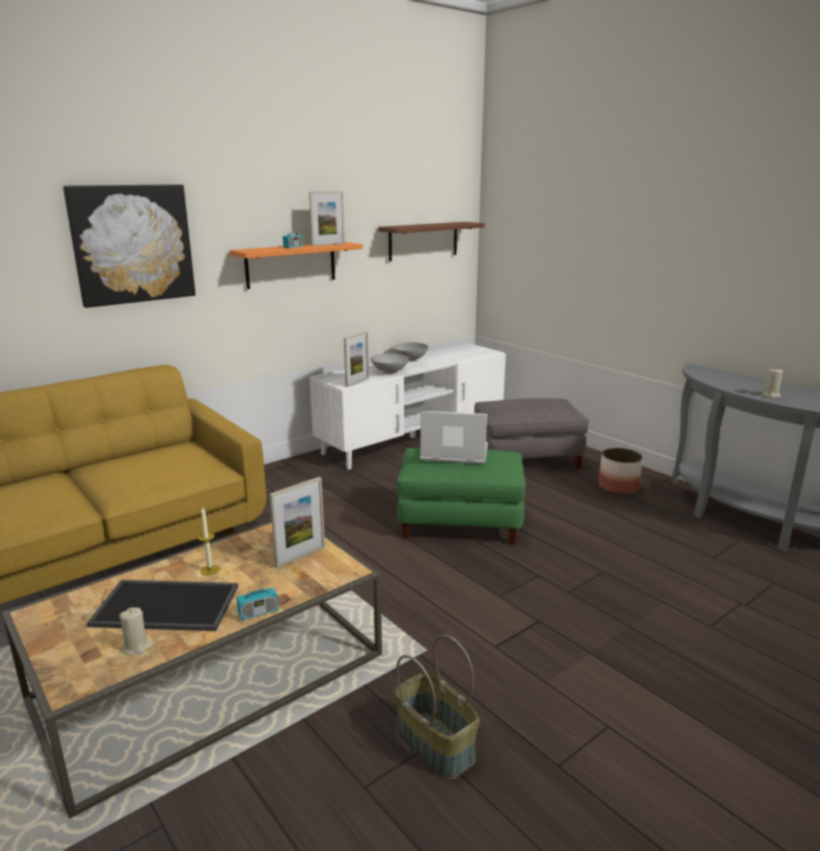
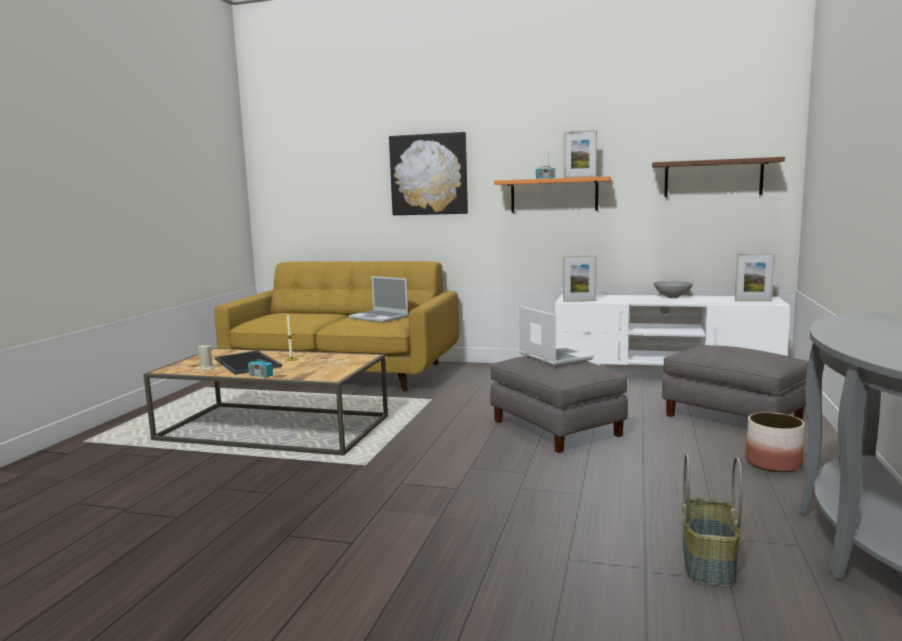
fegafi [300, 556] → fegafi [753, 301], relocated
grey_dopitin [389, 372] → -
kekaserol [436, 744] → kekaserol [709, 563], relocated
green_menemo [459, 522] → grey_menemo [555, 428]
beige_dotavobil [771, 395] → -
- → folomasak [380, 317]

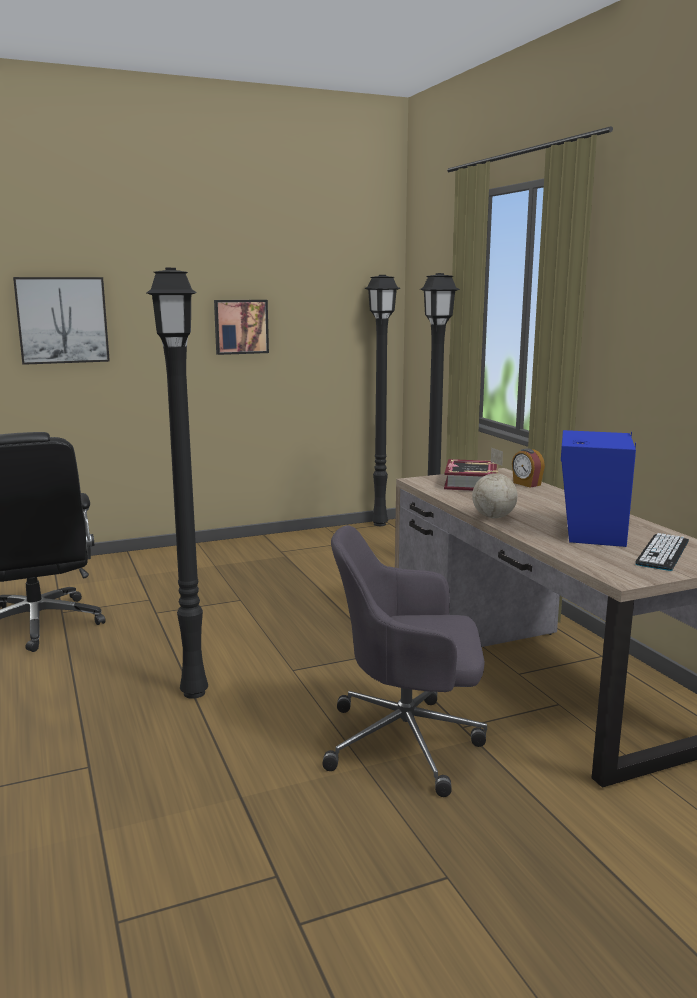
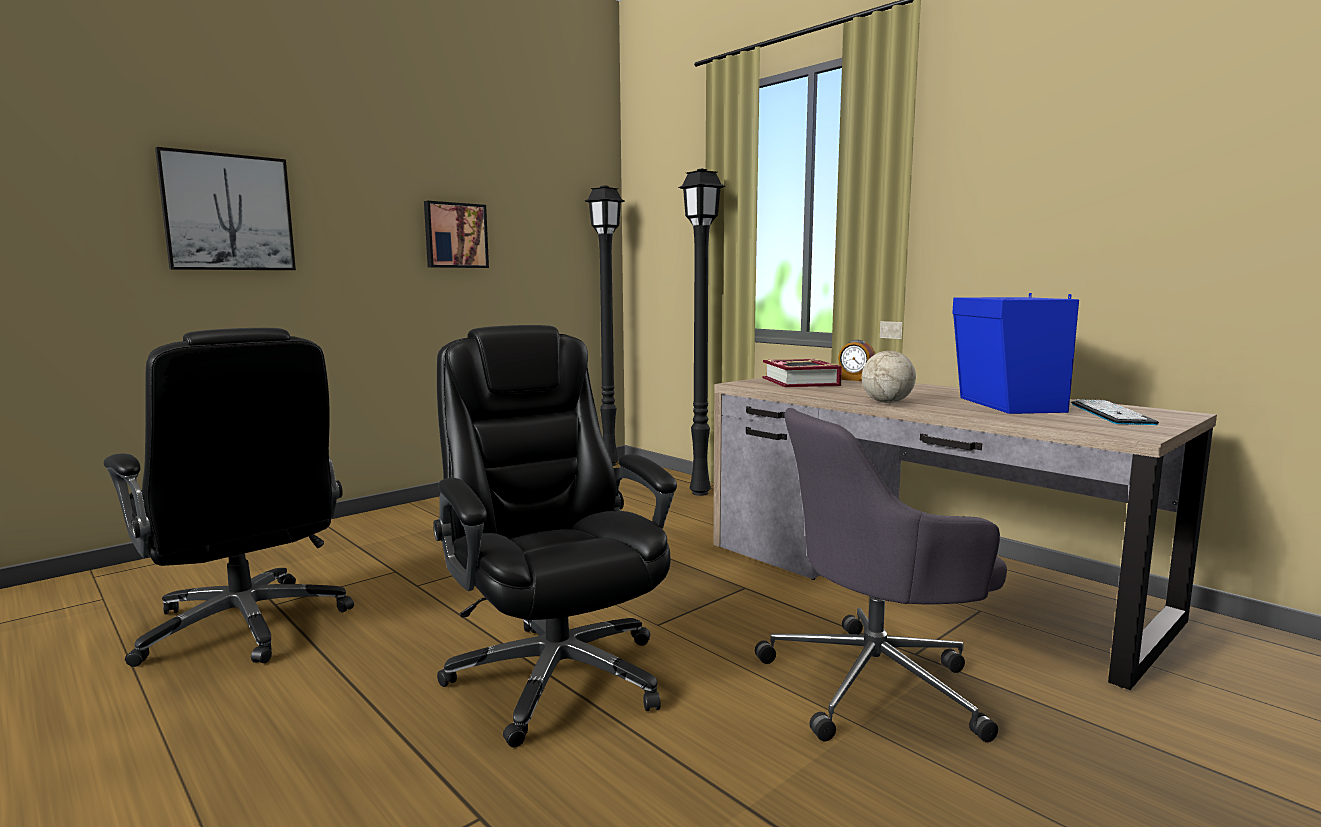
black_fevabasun [196, 692] → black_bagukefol [556, 674]

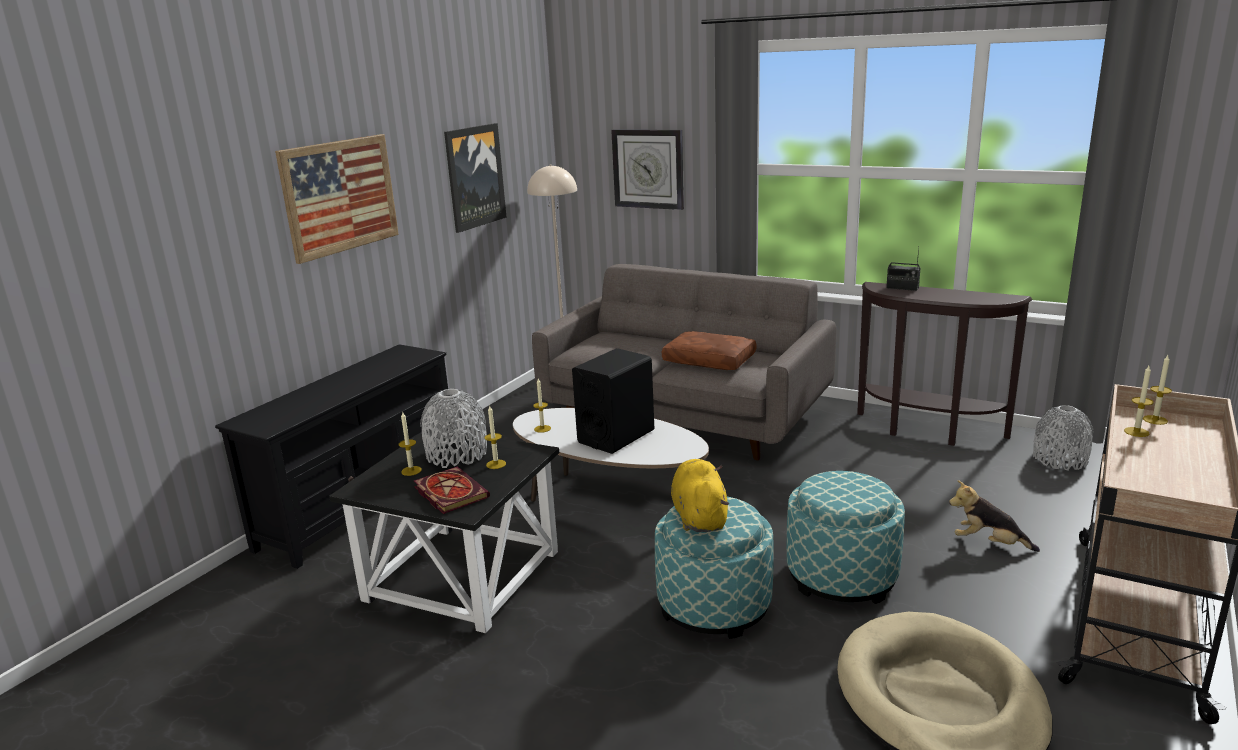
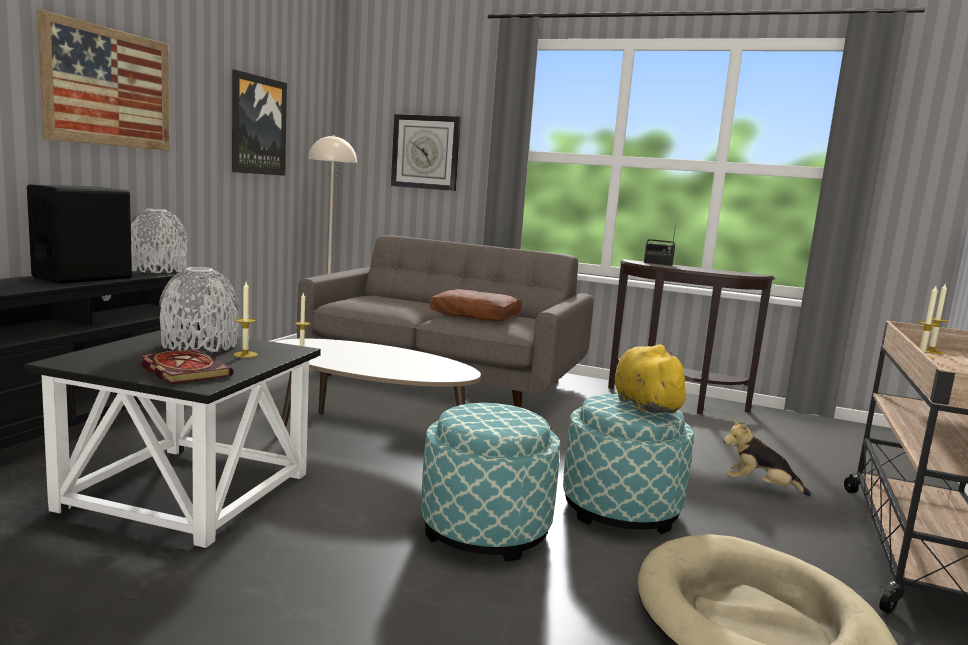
dotavobil [411, 471] → -
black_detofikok [616, 436] → black_detofikok [83, 277], relocated
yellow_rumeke [699, 517] → yellow_rumeke [645, 405], relocated
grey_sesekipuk [1060, 459] → grey_sesekipuk [157, 269], relocated

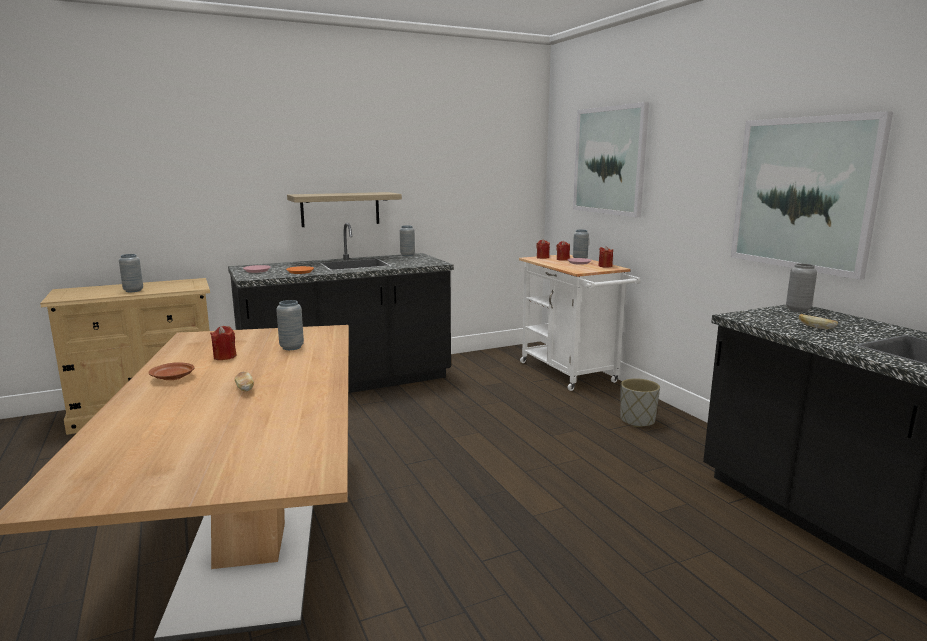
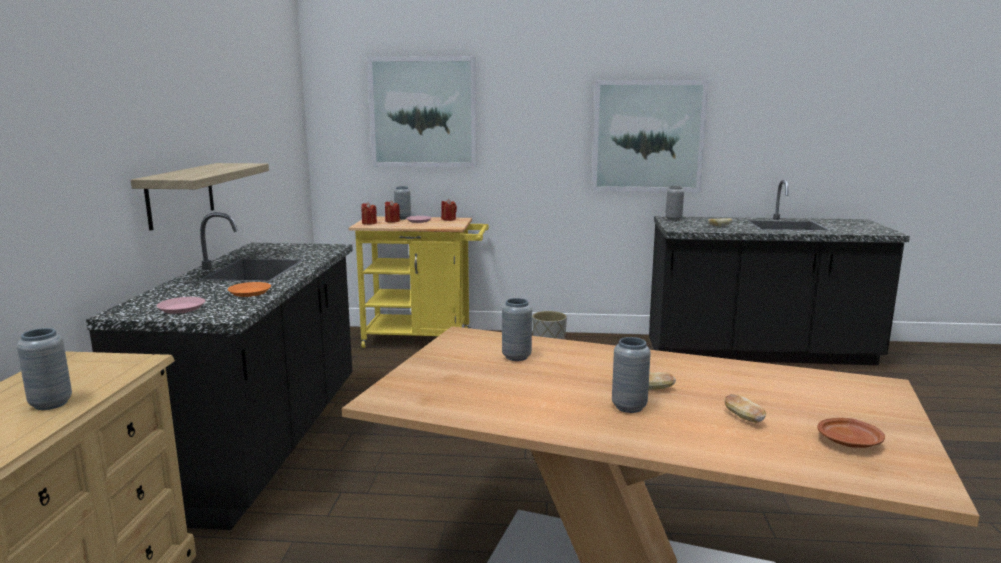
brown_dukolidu [173, 378] → brown_dukolidu [849, 442], relocated
red_dotavobil [225, 357] → -
grey_sesekipuk [407, 255] → grey_sesekipuk [629, 407], relocated
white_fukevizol [571, 374] → yellow_fukevizol [424, 339]
- → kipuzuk [743, 418]

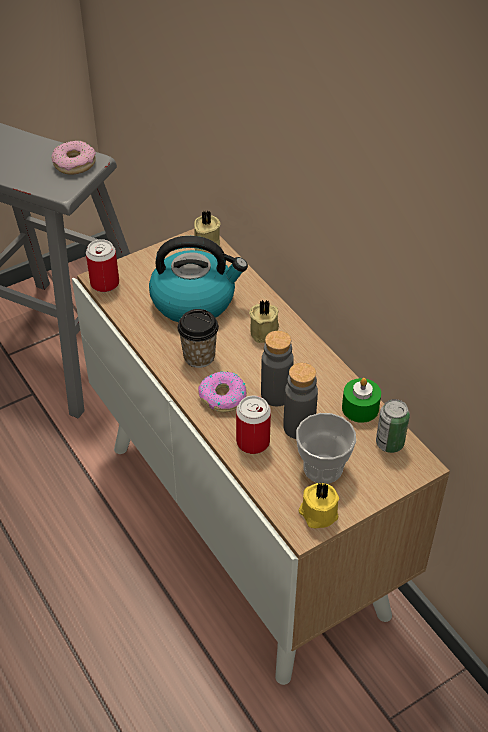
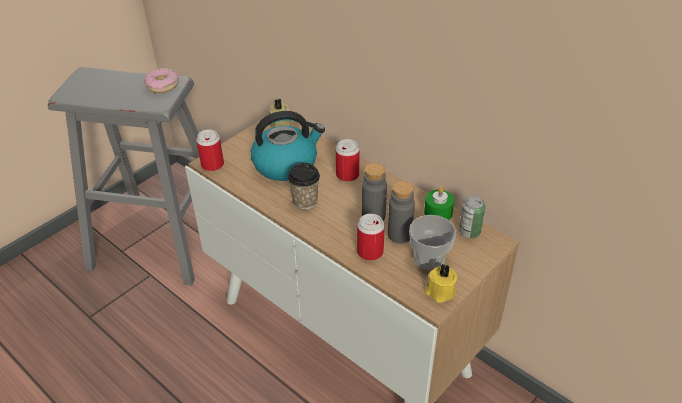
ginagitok [223, 397] → -
beige_dotavobil [265, 332] → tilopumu [347, 175]

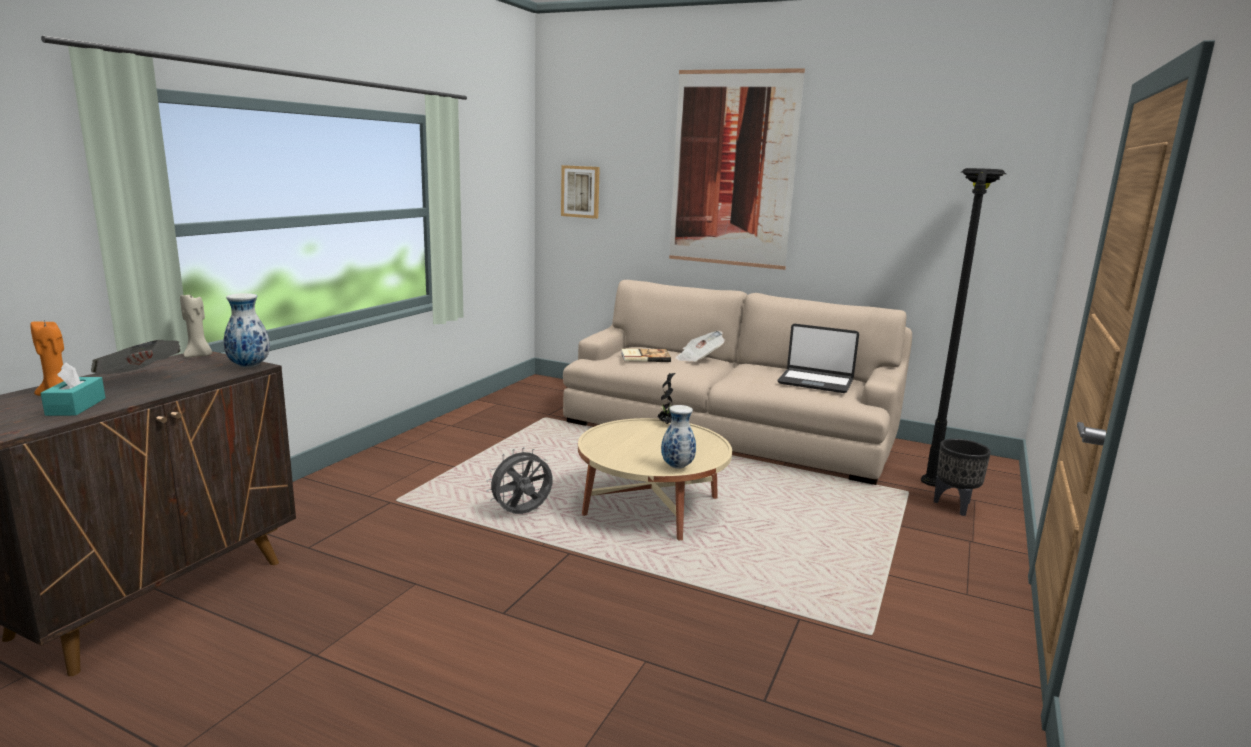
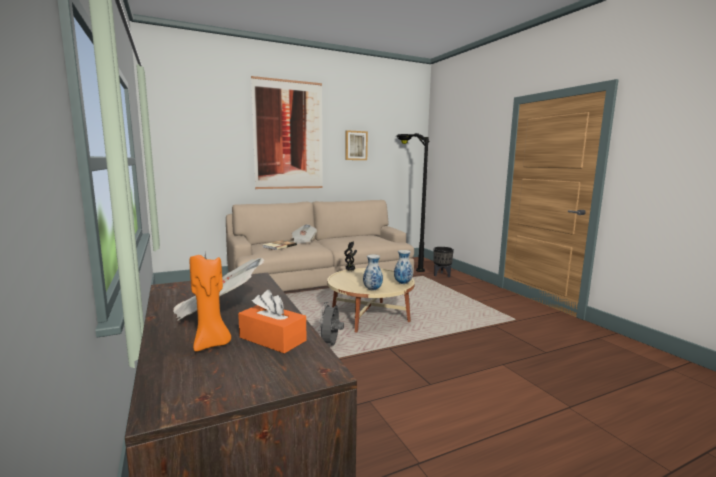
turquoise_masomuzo [76, 406] → orange_masomuzo [272, 339]
beige_dotavobil [199, 356] → -
sesekipuk [250, 366] → sesekipuk [372, 289], relocated
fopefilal [580, 191] → fopefilal [356, 145], relocated
folomasak [815, 382] → -

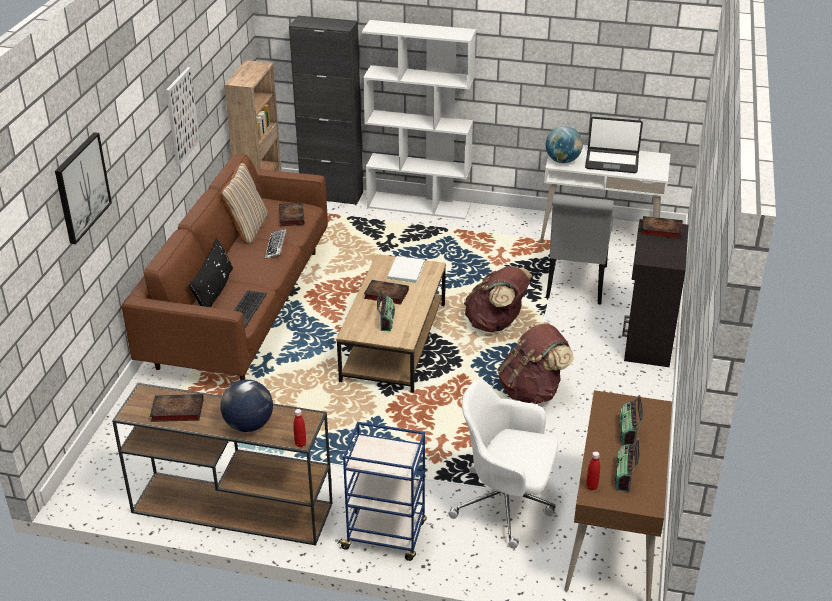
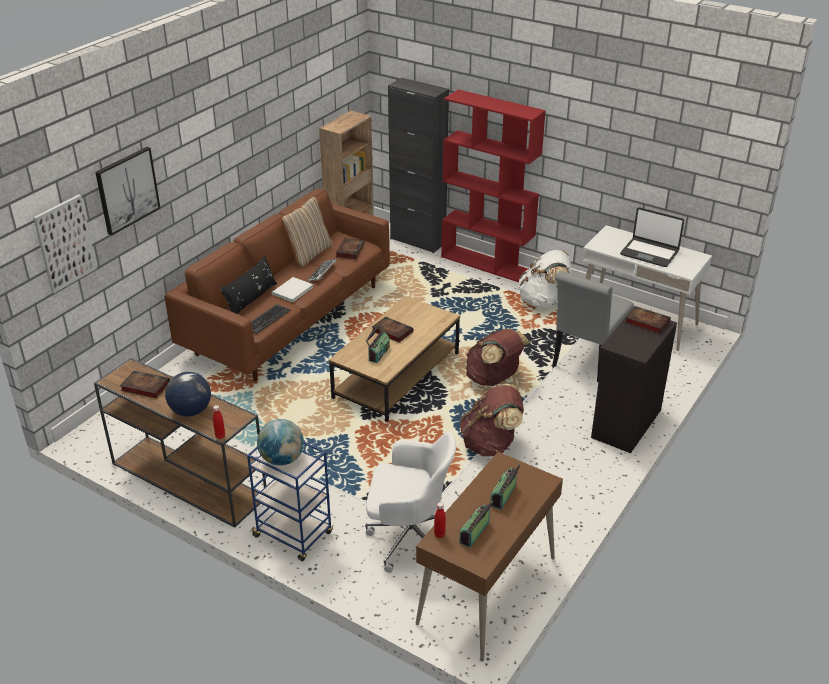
fopefilal [182, 116] → fopefilal [65, 243], relocated
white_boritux [419, 206] → red_boritux [487, 264]
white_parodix [404, 271] → white_parodix [291, 291], relocated
white_bagukefol [506, 504] → white_bagukefol [409, 536], 150 degrees clockwise
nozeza [562, 161] → nozeza [282, 459], relocated
- → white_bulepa [543, 301]

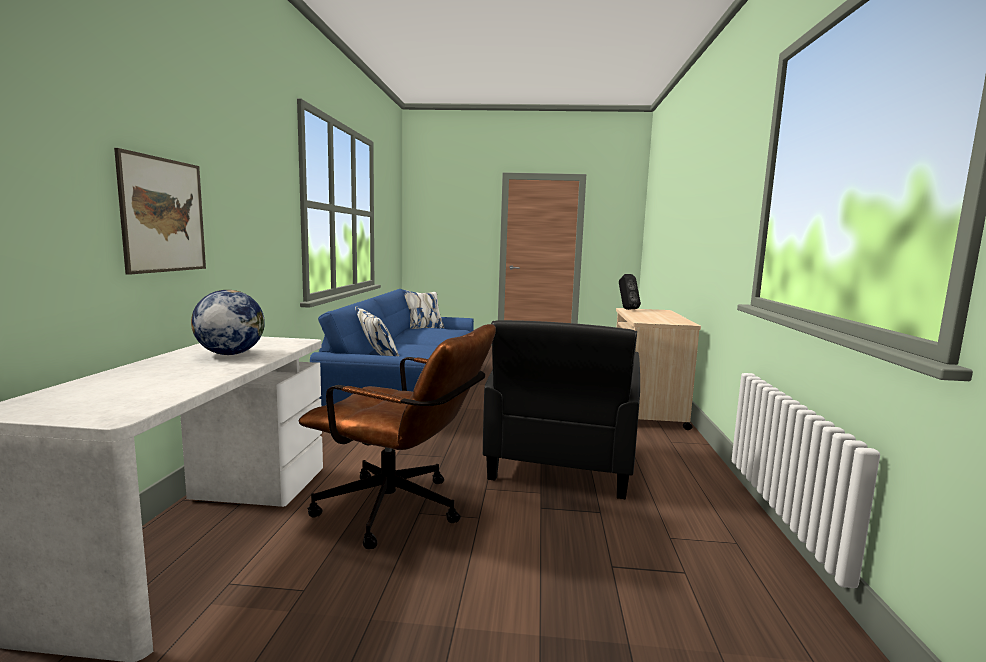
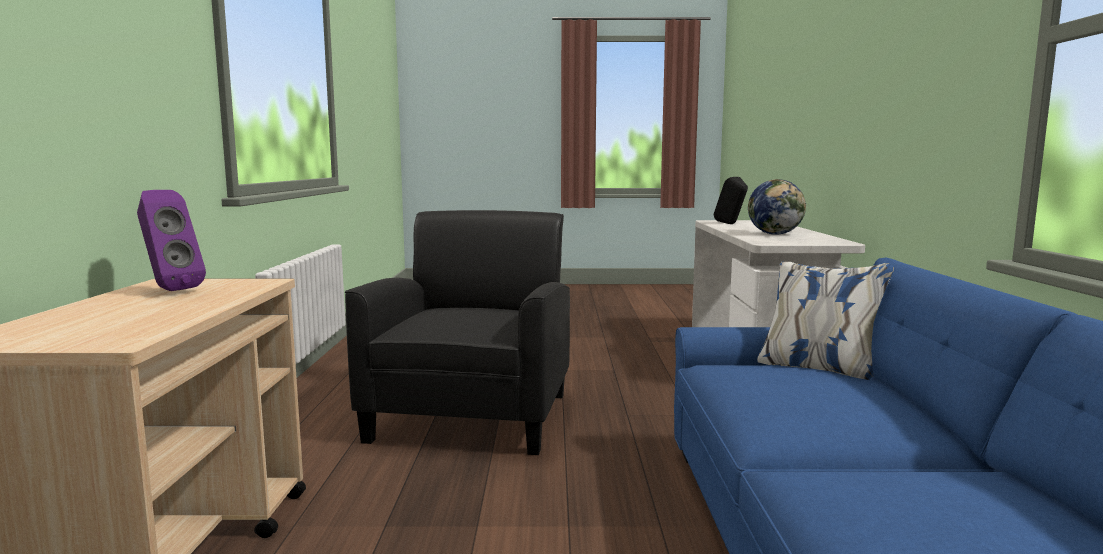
fopefilal [164, 215] → -
brown_bagukefol [401, 511] → -
black_detofikok [626, 309] → black_detofikok [731, 224], relocated
- → purple_detofikok [170, 290]

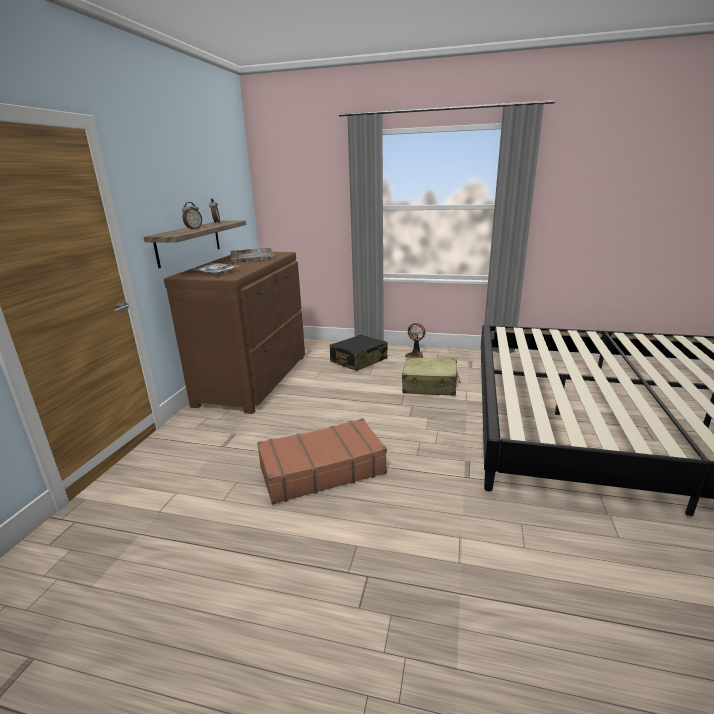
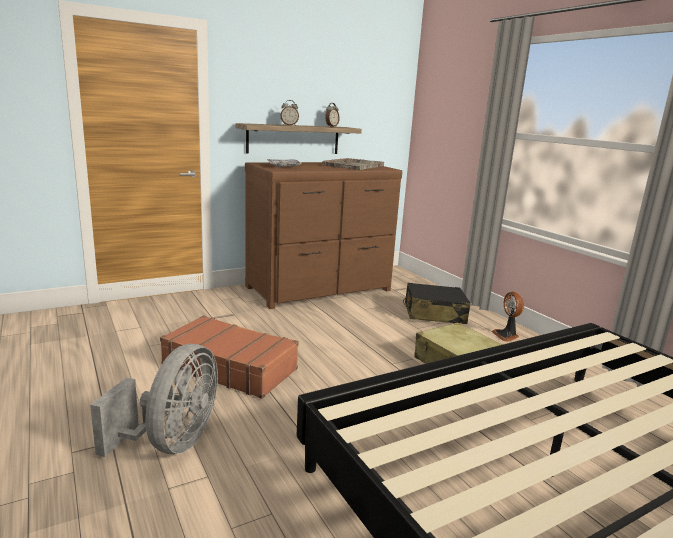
- → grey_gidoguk [172, 442]

